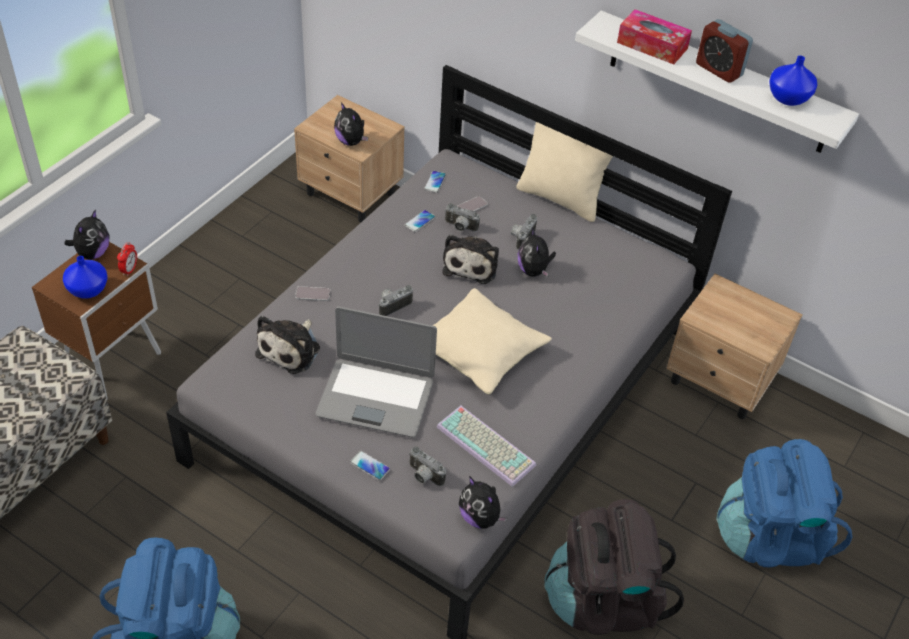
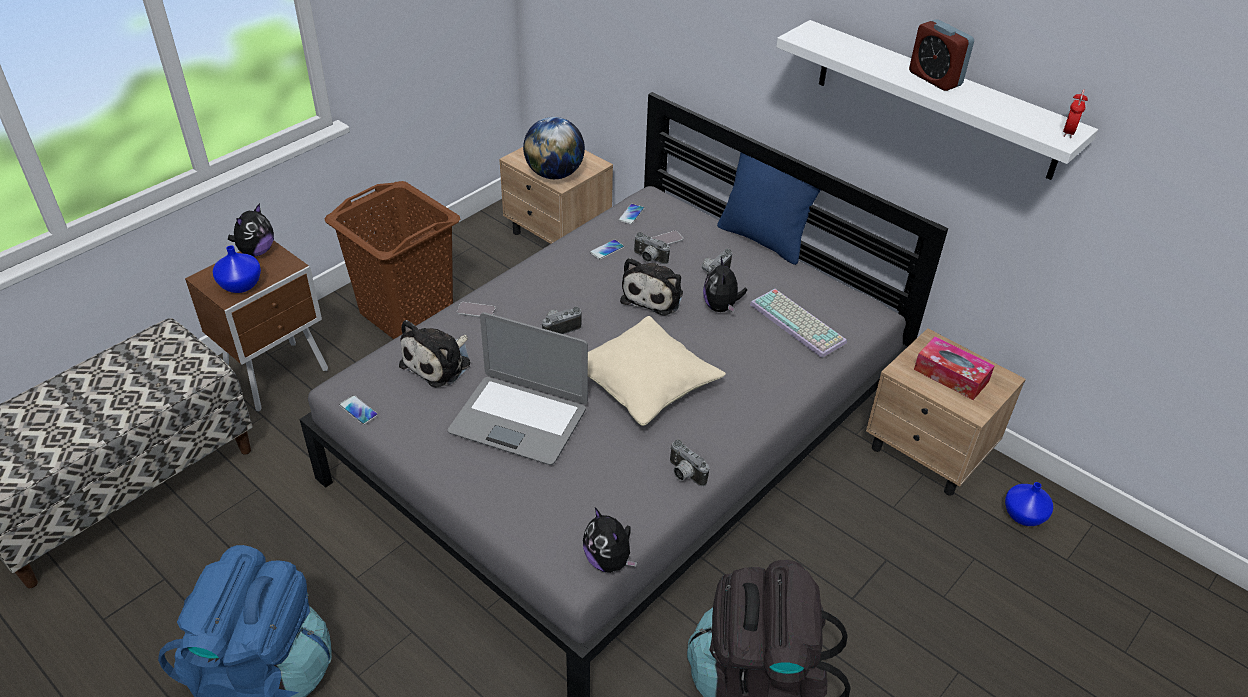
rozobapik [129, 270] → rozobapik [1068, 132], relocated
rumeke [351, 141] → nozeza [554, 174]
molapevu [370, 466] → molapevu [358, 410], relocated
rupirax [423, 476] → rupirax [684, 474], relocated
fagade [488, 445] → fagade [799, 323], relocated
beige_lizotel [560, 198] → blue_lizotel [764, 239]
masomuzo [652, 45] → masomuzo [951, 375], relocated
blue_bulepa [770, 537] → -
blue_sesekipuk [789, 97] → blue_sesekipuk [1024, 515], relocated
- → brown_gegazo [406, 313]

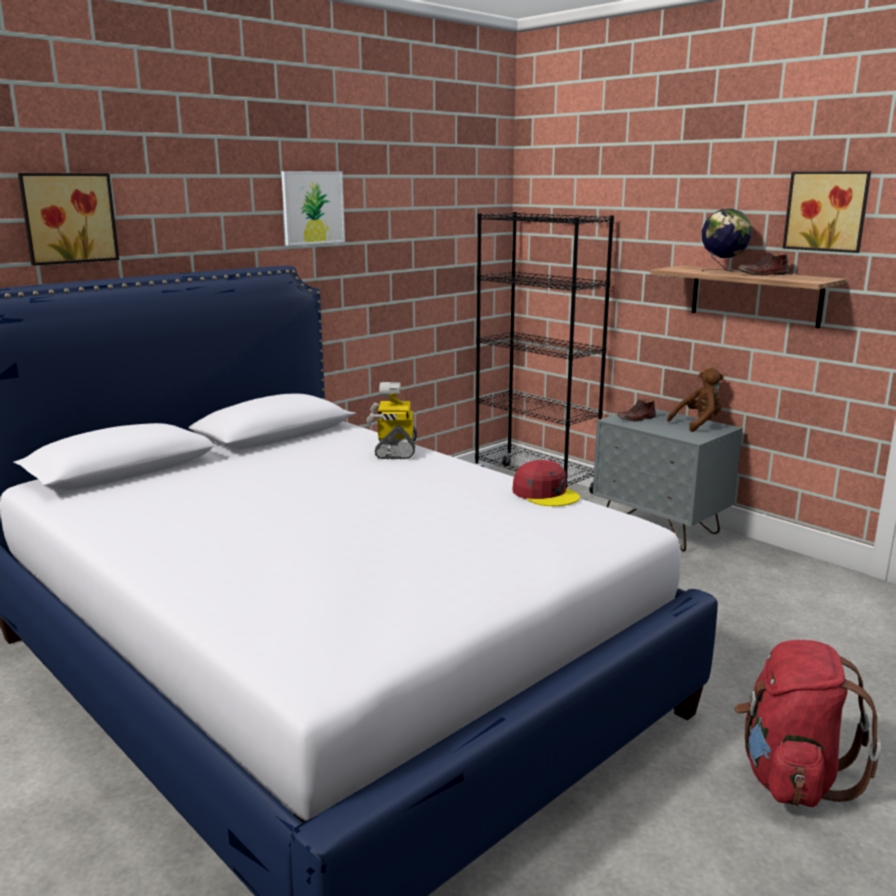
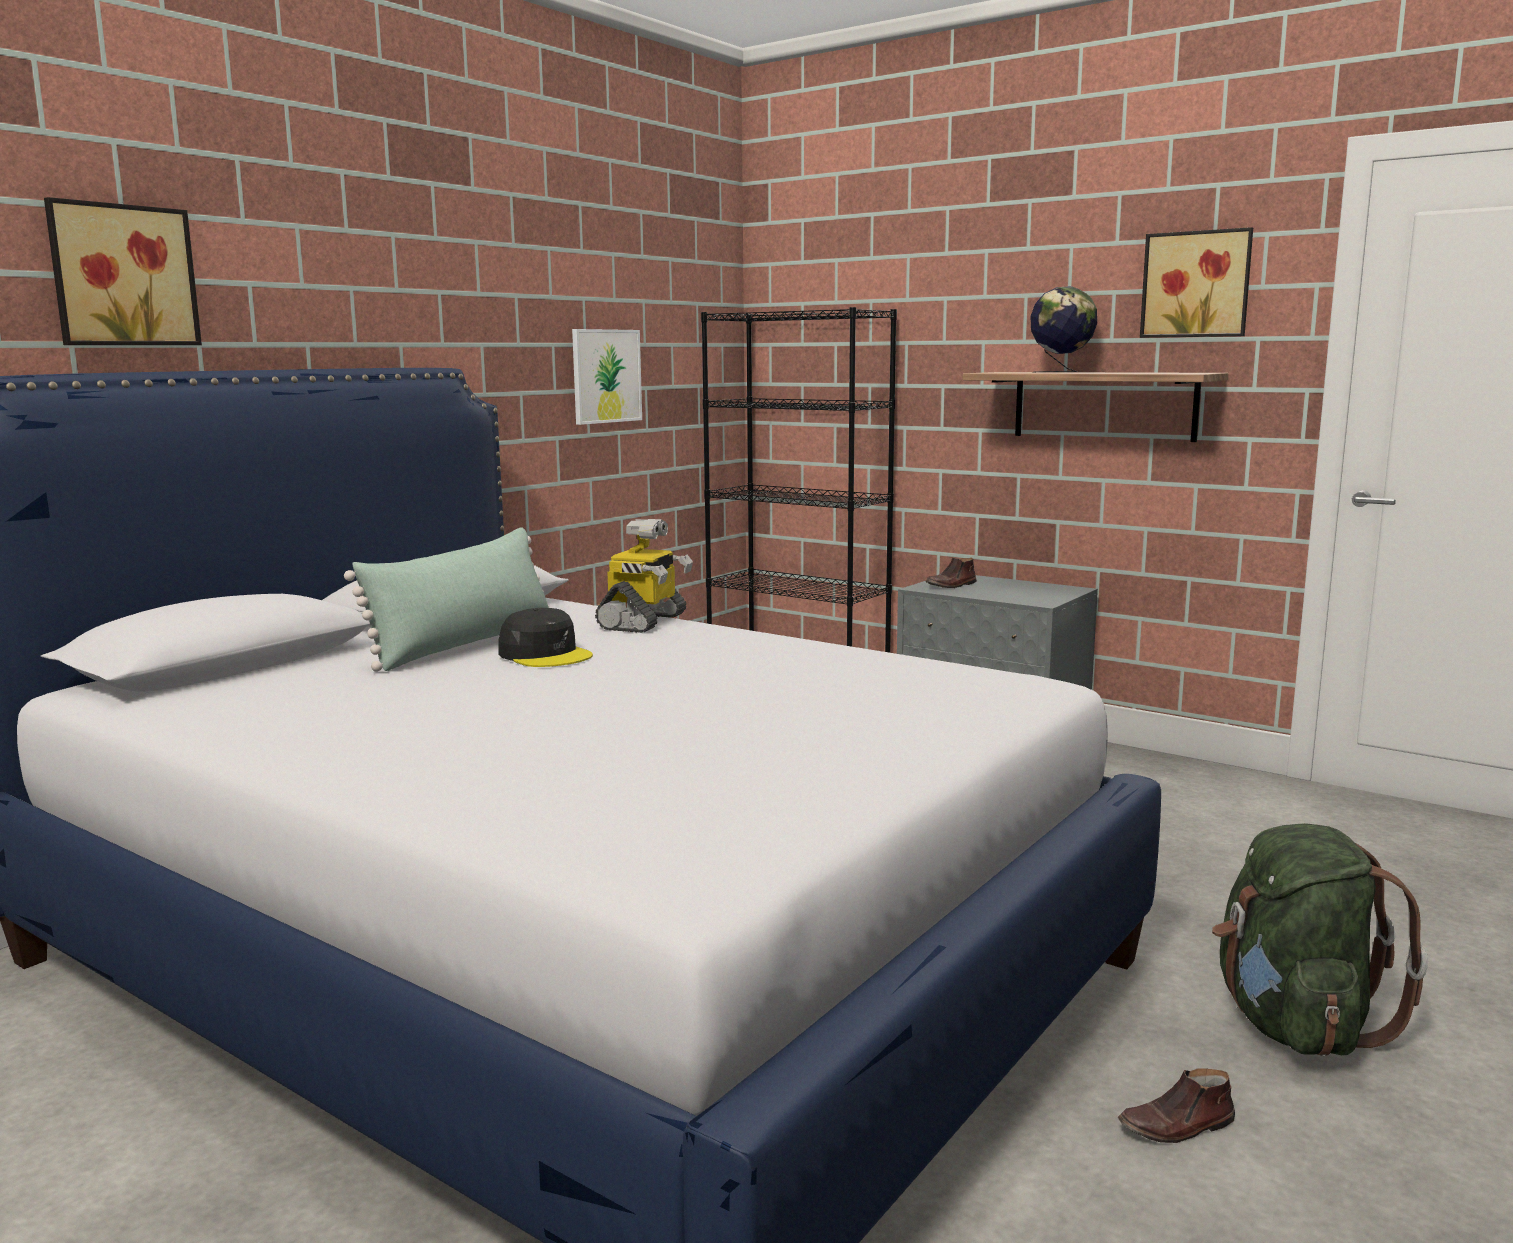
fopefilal [313, 208] → fopefilal [606, 376], relocated
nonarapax [395, 449] → nonarapax [644, 622], 150 degrees counterclockwise
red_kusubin [545, 494] → -
brown_rumeke [698, 424] → -
red_bulepa [791, 776] → green_bulepa [1294, 1024]
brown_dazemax [763, 275] → brown_dazemax [1177, 1126], relocated
- → green_lizotel [465, 645]
- → black_kusubin [545, 655]

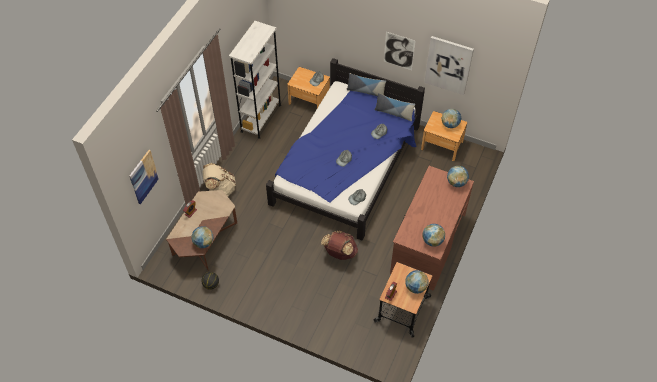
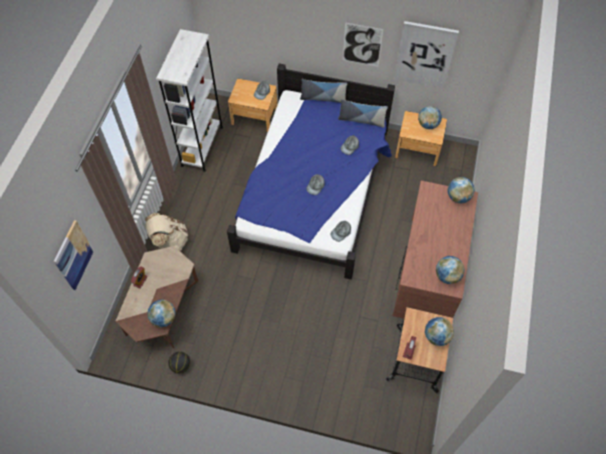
brown_bulepa [339, 253] → -

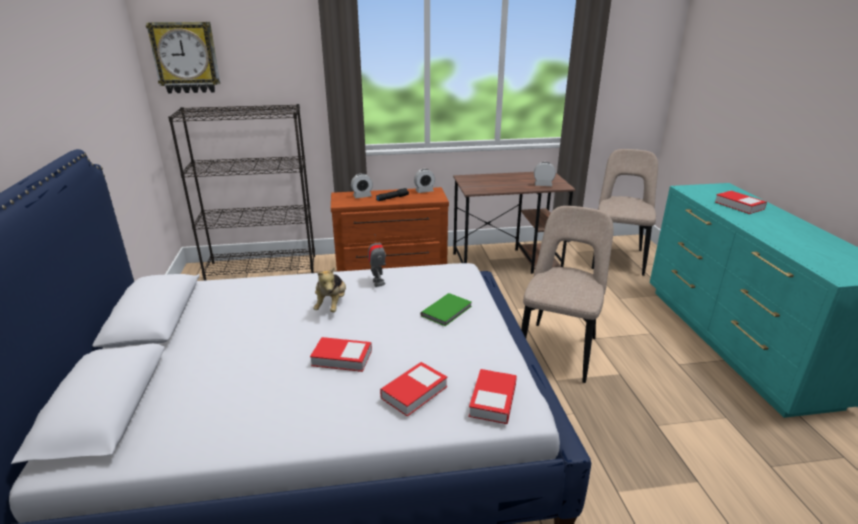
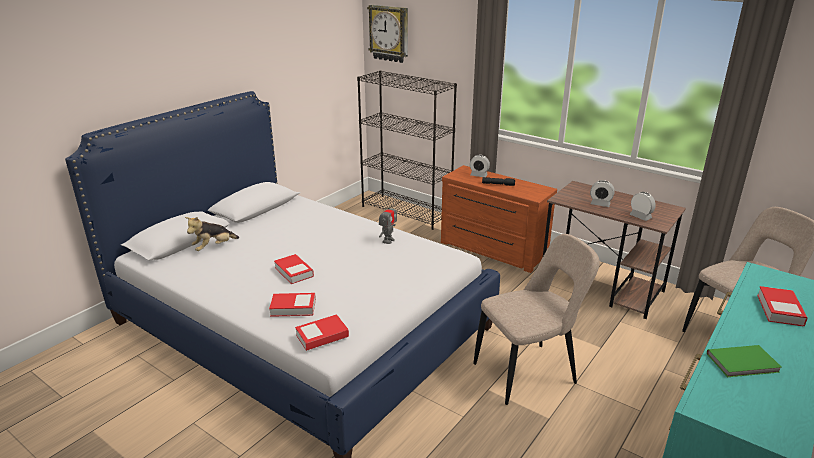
rumeke [332, 305] → rumeke [213, 247], relocated
rozobapik [424, 191] → rozobapik [600, 204], relocated
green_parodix [448, 311] → green_parodix [744, 363], relocated

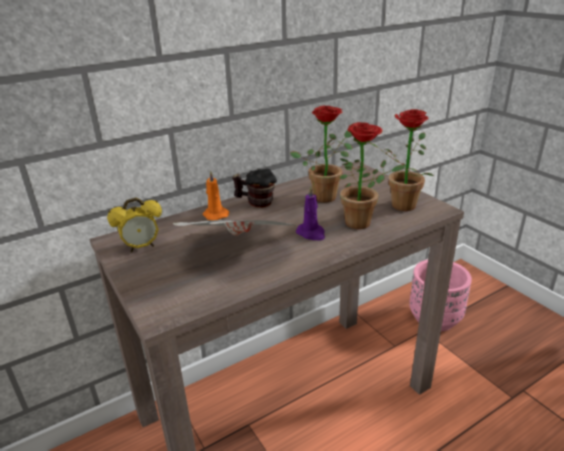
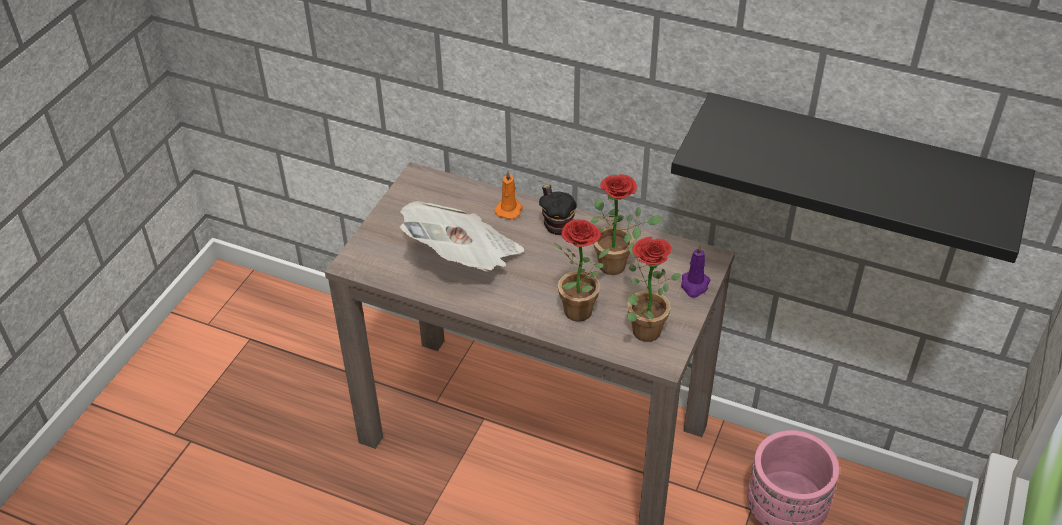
rozobapik [141, 247] → -
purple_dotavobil [311, 233] → purple_dotavobil [694, 285], relocated
- → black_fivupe [856, 167]

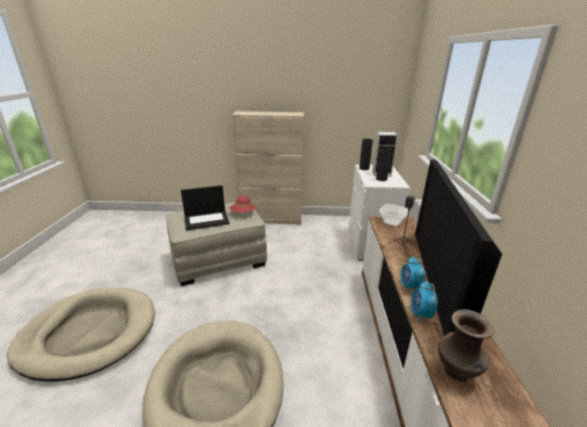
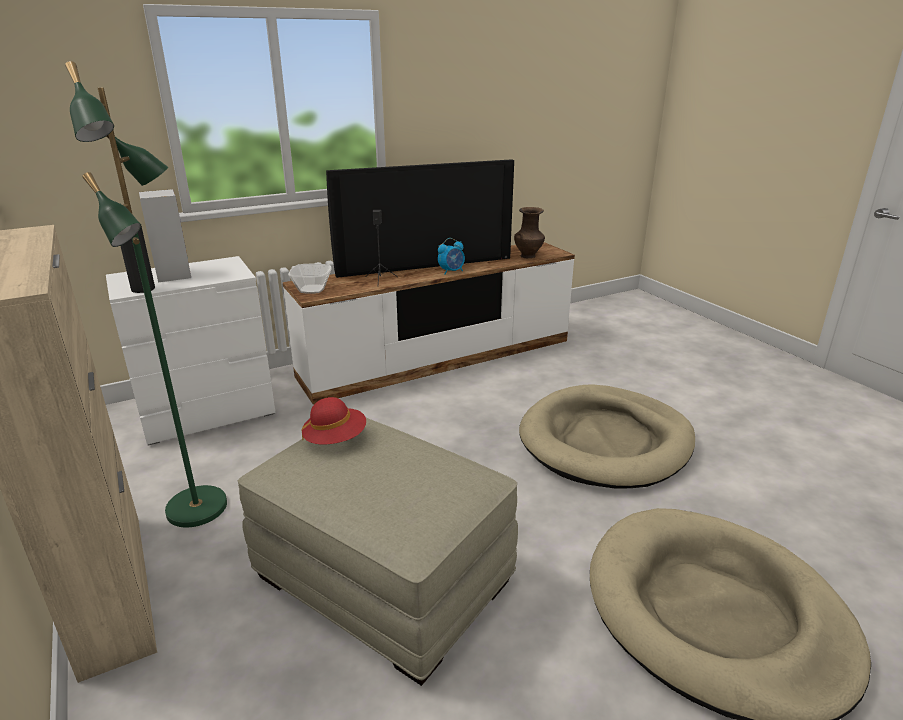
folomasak [207, 220] → -
black_sesekipuk [381, 179] → -
rozobapik [420, 314] → -
- → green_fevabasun [199, 508]

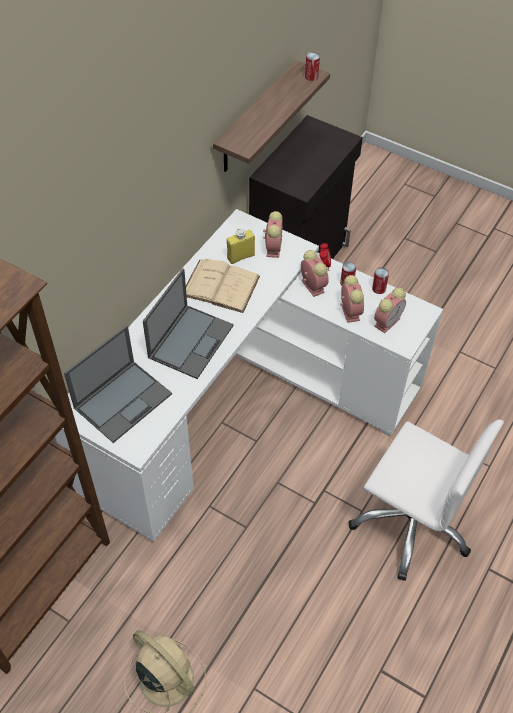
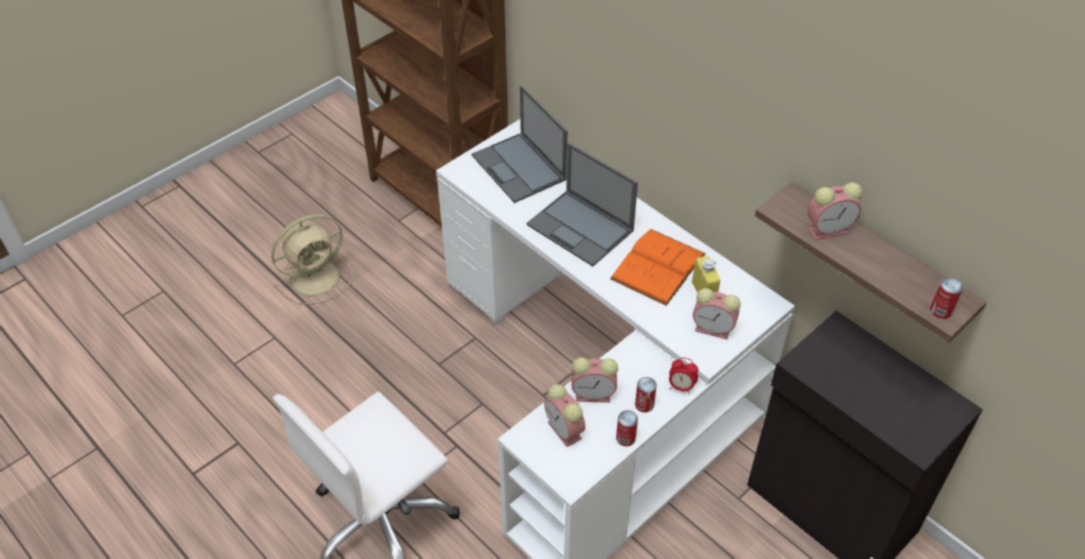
beige_parodix [220, 286] → orange_parodix [658, 266]
rozobapik [312, 285] → rozobapik [829, 229], relocated

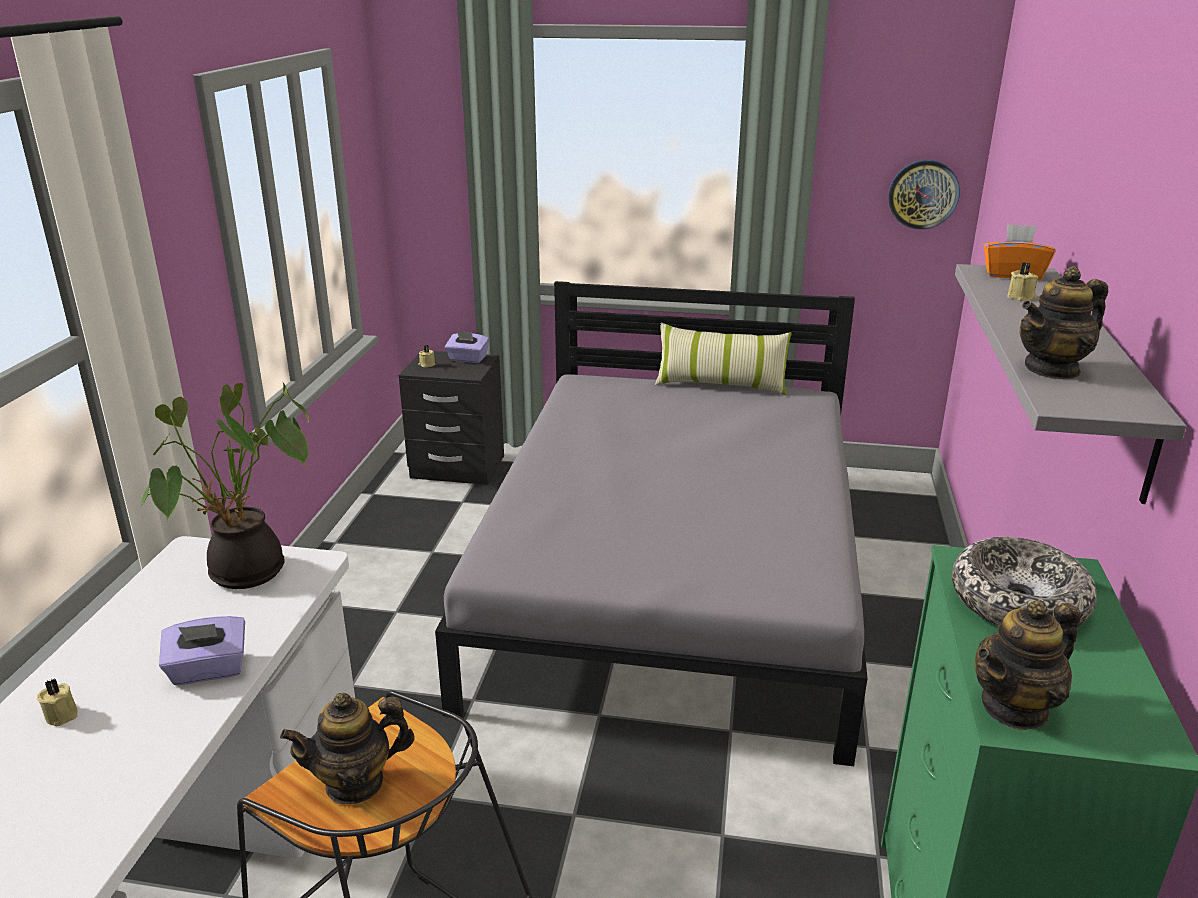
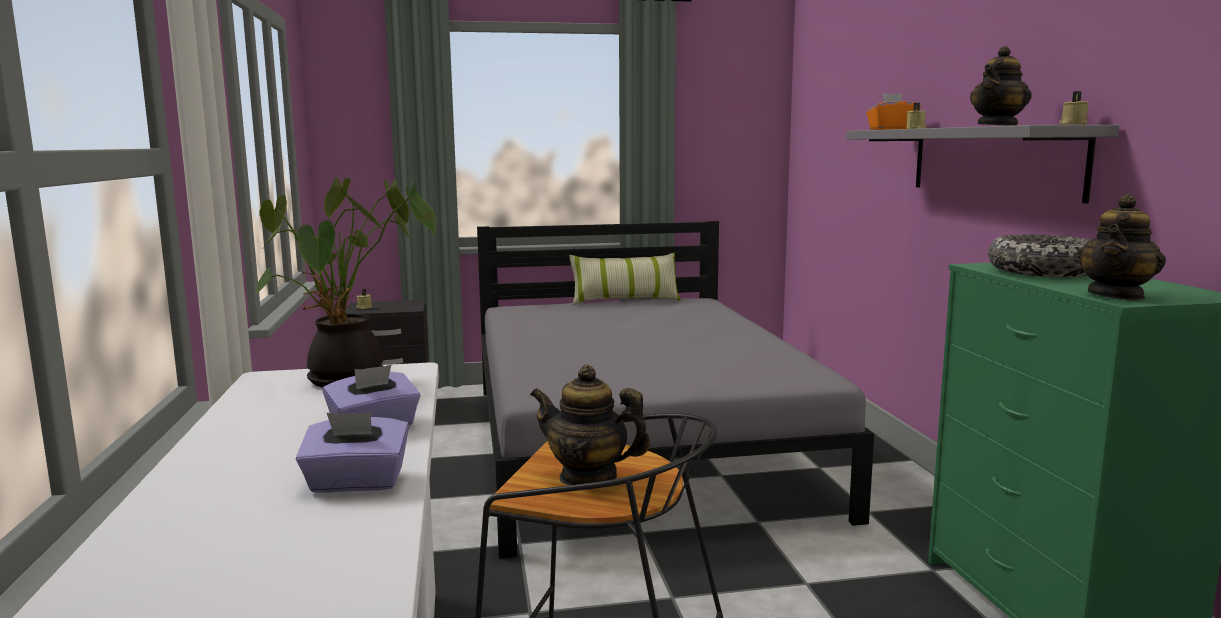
beige_dotavobil [62, 714] → beige_dotavobil [1072, 124], relocated
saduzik [355, 783] → saduzik [588, 477], 60 degrees clockwise
purple_masomuzo [467, 359] → purple_masomuzo [356, 483], relocated
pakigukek [923, 194] → -

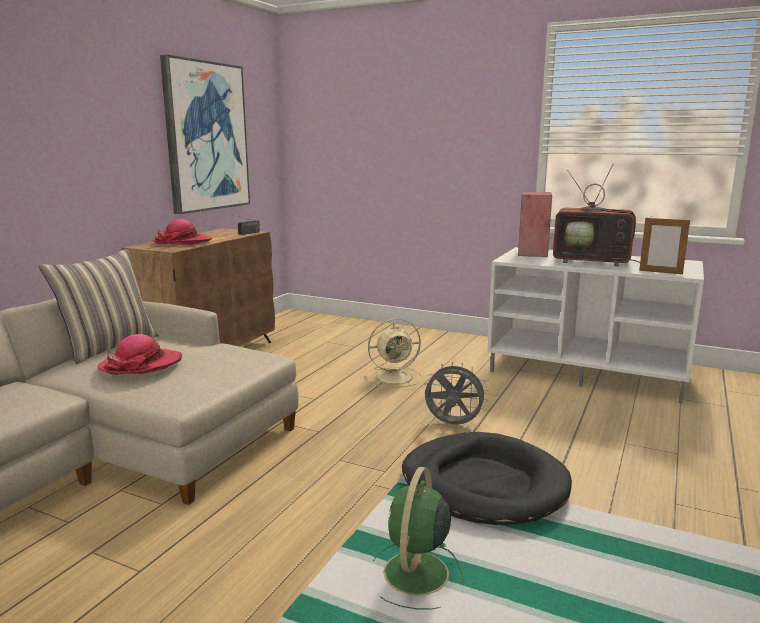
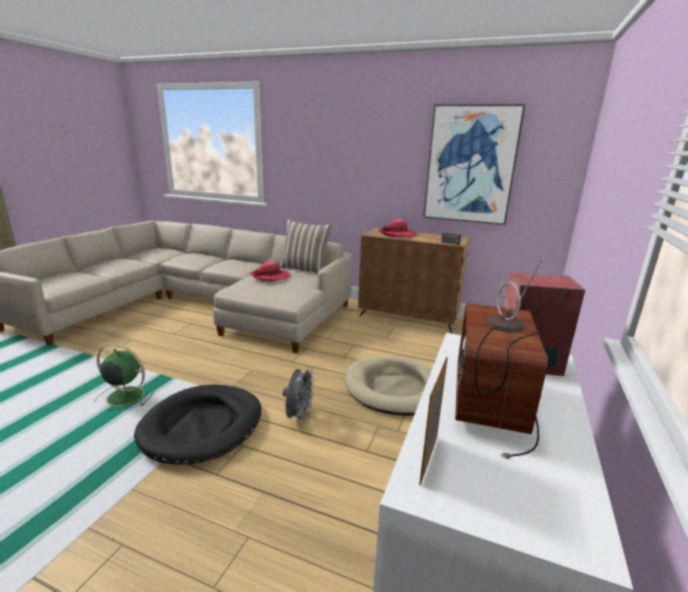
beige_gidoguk [396, 377] → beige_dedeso [396, 389]

